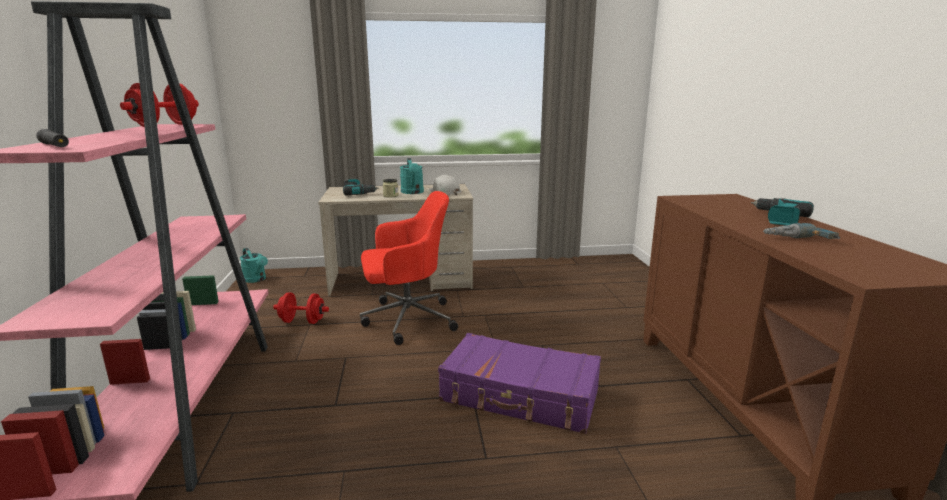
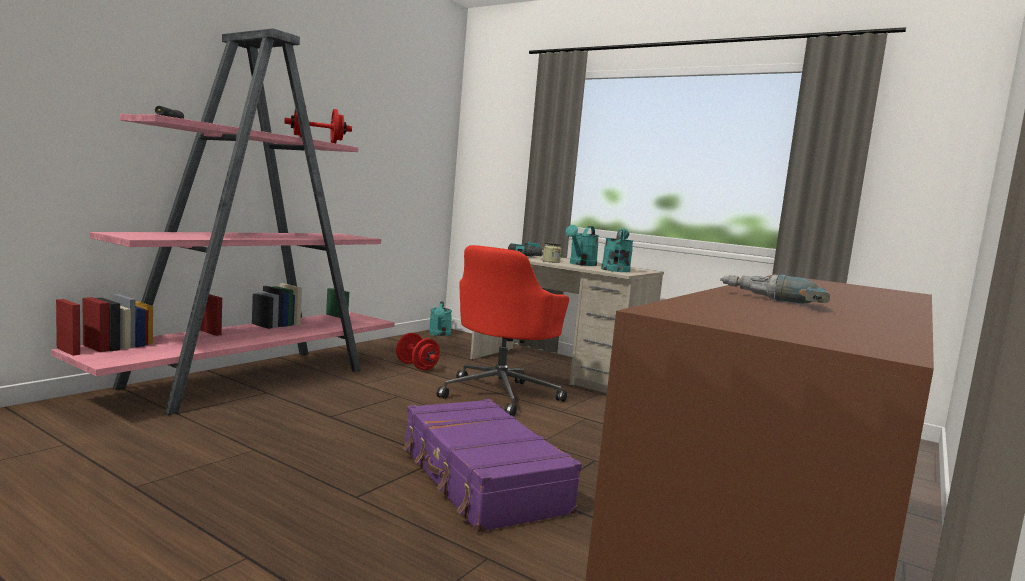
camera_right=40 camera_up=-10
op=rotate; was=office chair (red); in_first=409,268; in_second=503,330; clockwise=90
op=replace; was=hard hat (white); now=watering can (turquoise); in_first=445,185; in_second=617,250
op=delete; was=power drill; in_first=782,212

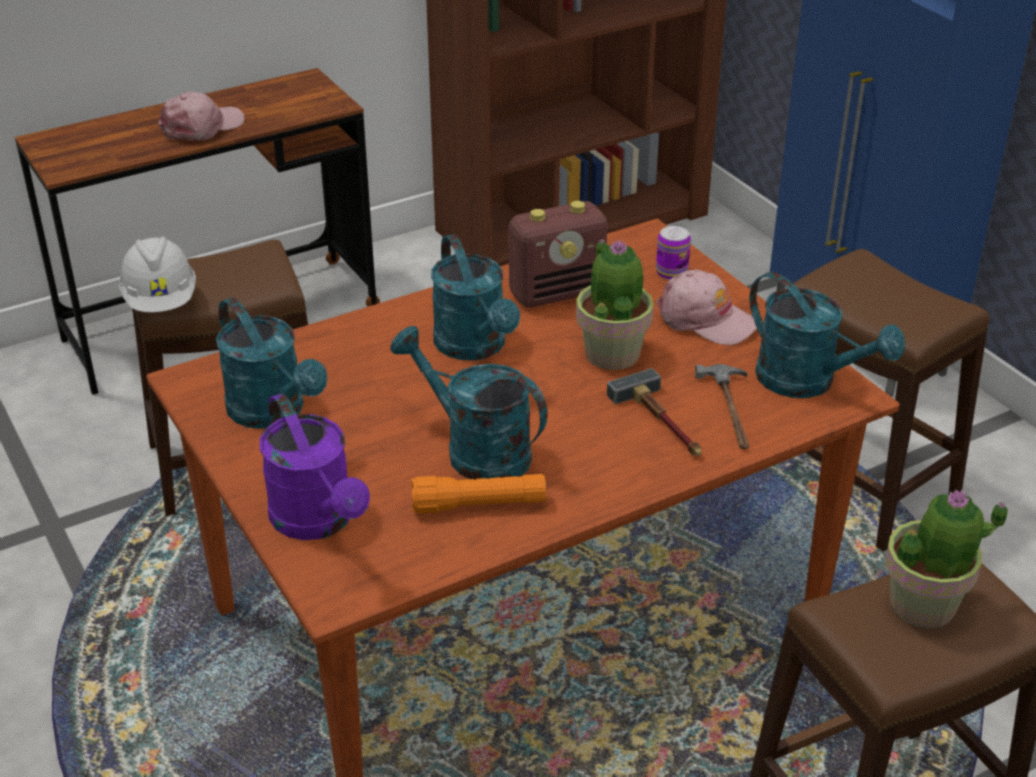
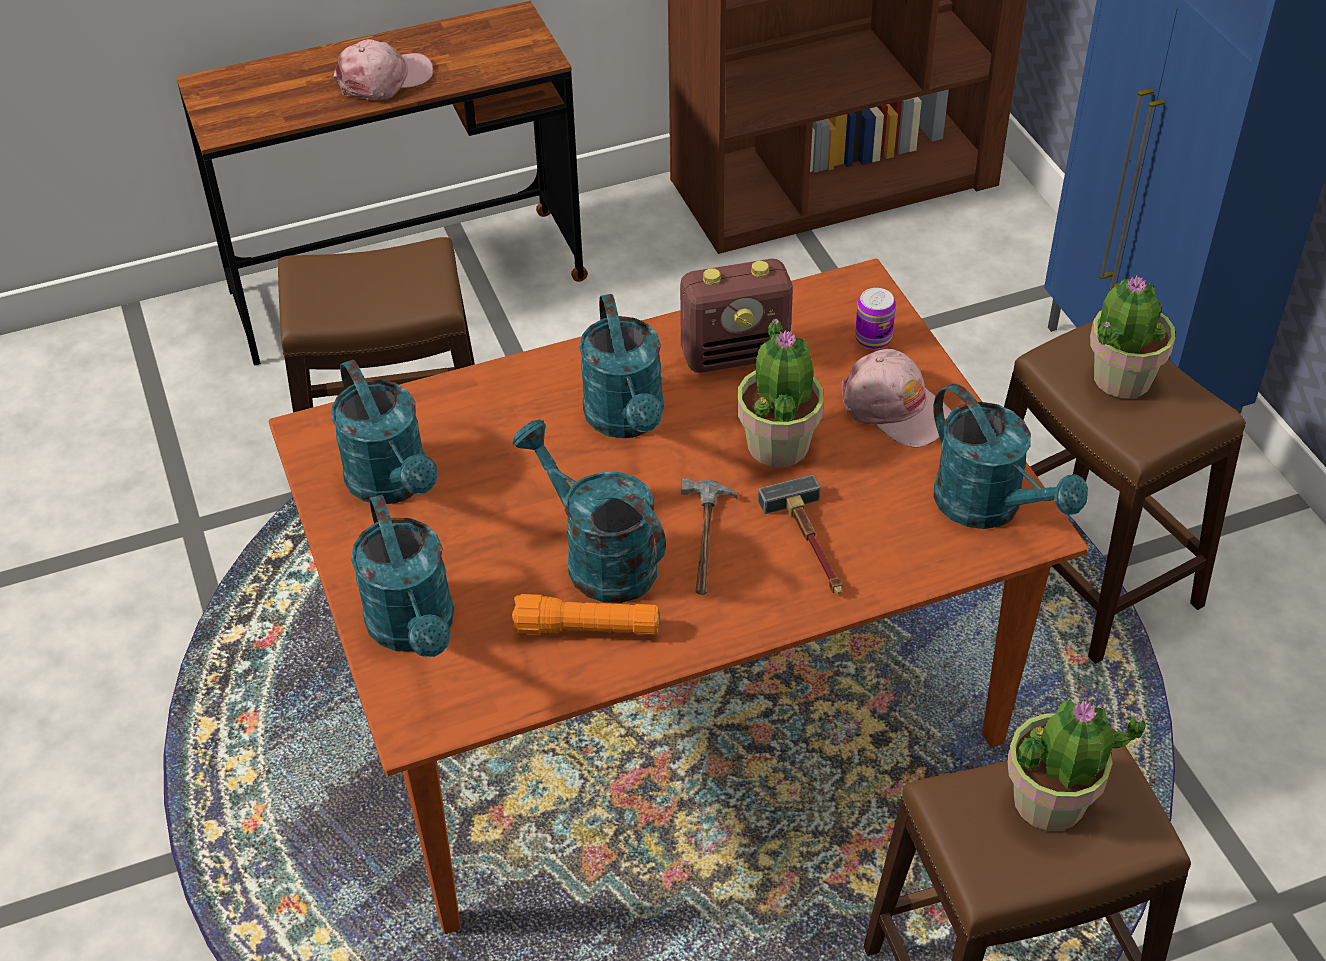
camera_right=10 camera_up=10
op=recolor; was=watering can (purple); now=watering can (turquoise); in_first=315,466; in_second=402,576
op=move; was=hammer; in_first=722,406; in_second=709,536
op=insert; now=potted plant; in_second=1132,337
op=delete; was=hard hat (white); in_first=157,274

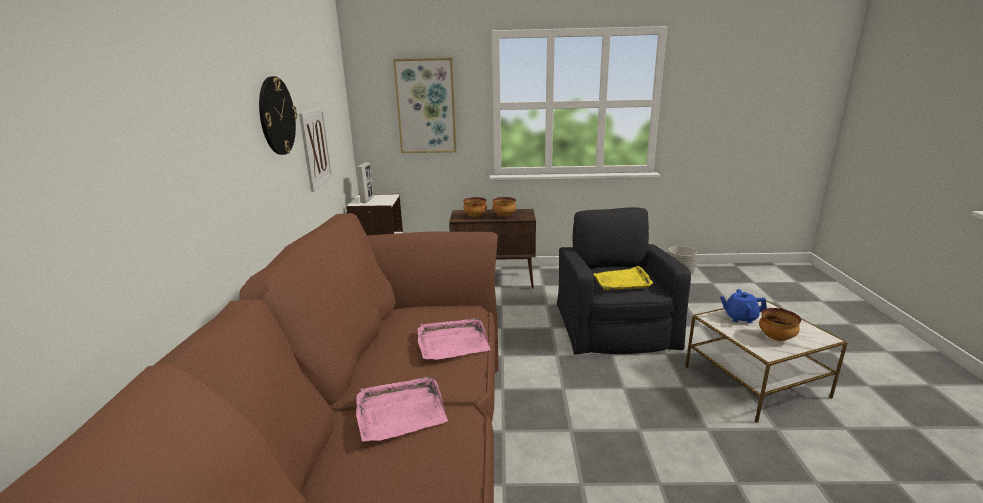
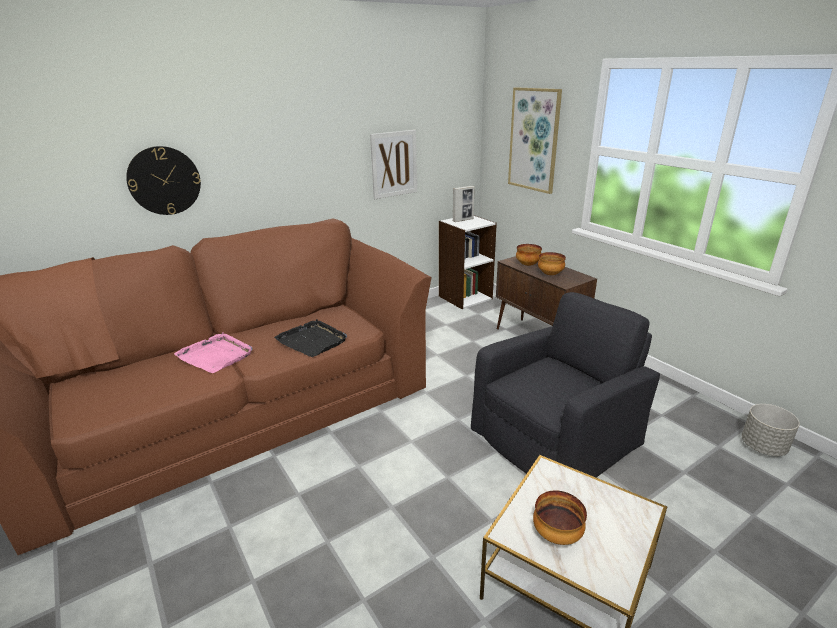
camera_right=55 camera_up=5
op=move; was=wall clock; in_first=278,115; in_second=163,180
op=recolor; was=tray (pink); now=tray (black); in_first=454,339; in_second=310,338
op=delete; was=tray (yellow); in_first=623,278
op=delete; was=teapot (blue); in_first=743,306

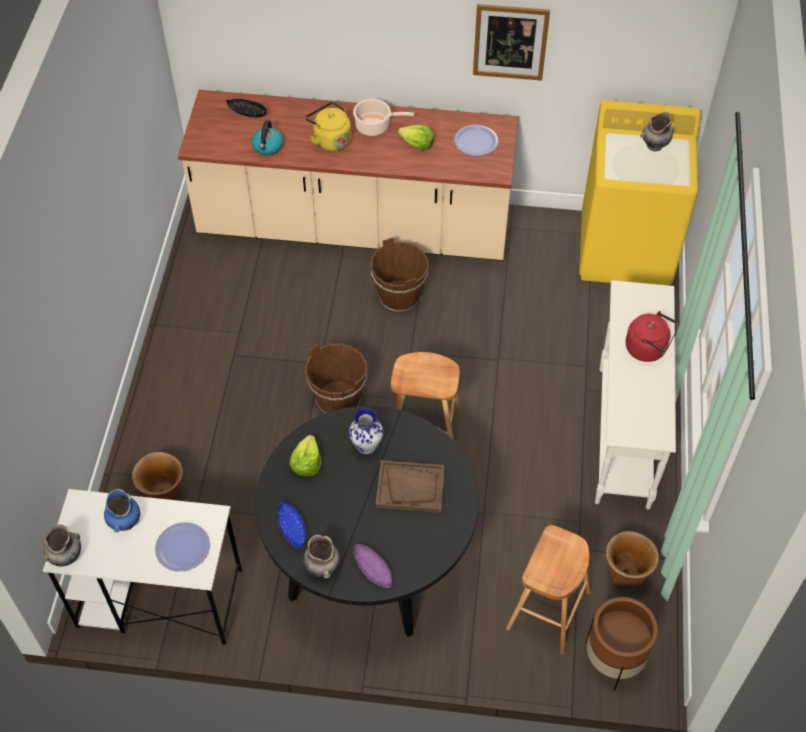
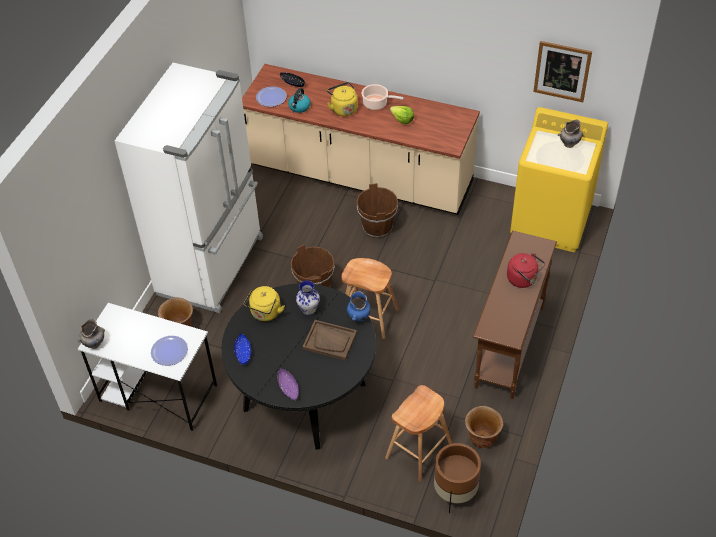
camera_right=15 camera_up=-5
op=insert; now=fridge (white); in_second=189,188
op=replace; was=lettuce; now=kettle (yellow); in_first=305,455; in_second=264,303
op=move; was=plate; in_first=476,140; in_second=271,97
op=move; was=vase (blue); in_first=122,511; in_second=359,306
op=recolor; was=console table (white); now=console table (brown); in_first=635,395; in_second=515,315
op=move; was=picture; in_first=511,42; in_second=562,71
op=delete; was=vase (grey); in_first=321,556

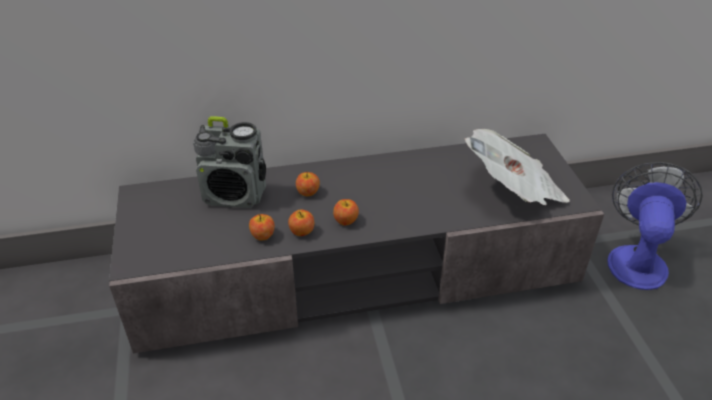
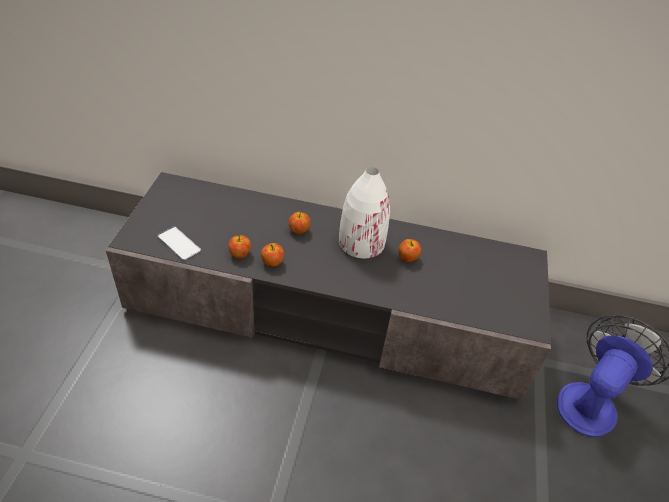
camera_right=20 camera_up=5
op=insert; now=phone; in_second=179,243
op=insert; now=vase (white); in_second=364,212
op=move; was=apple; in_first=346,212; in_second=409,250
op=delete; was=radio; in_first=229,162
op=delete; was=newspaper; in_first=517,167

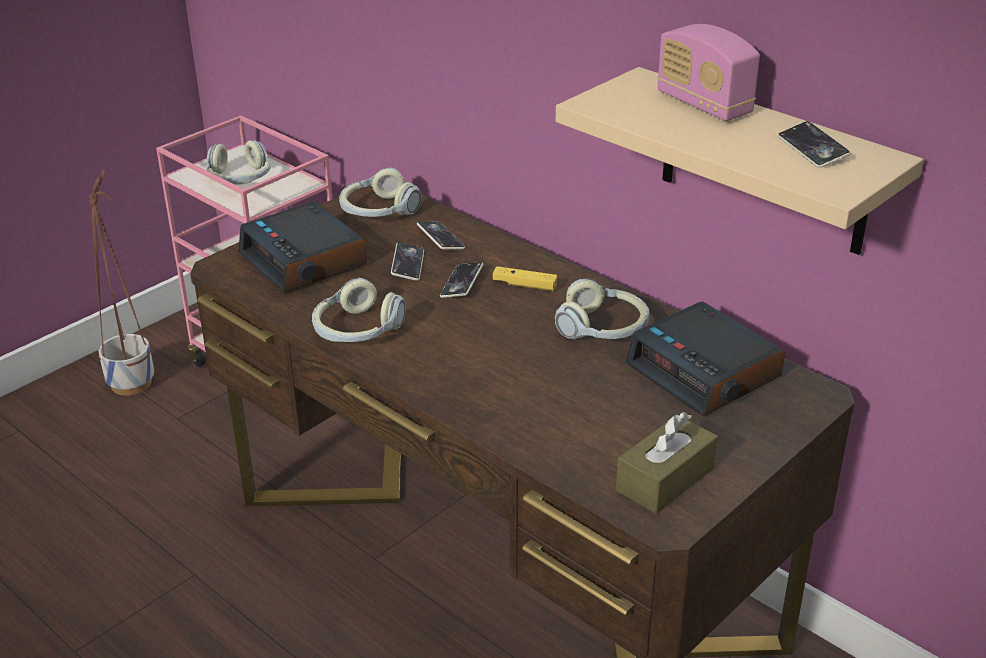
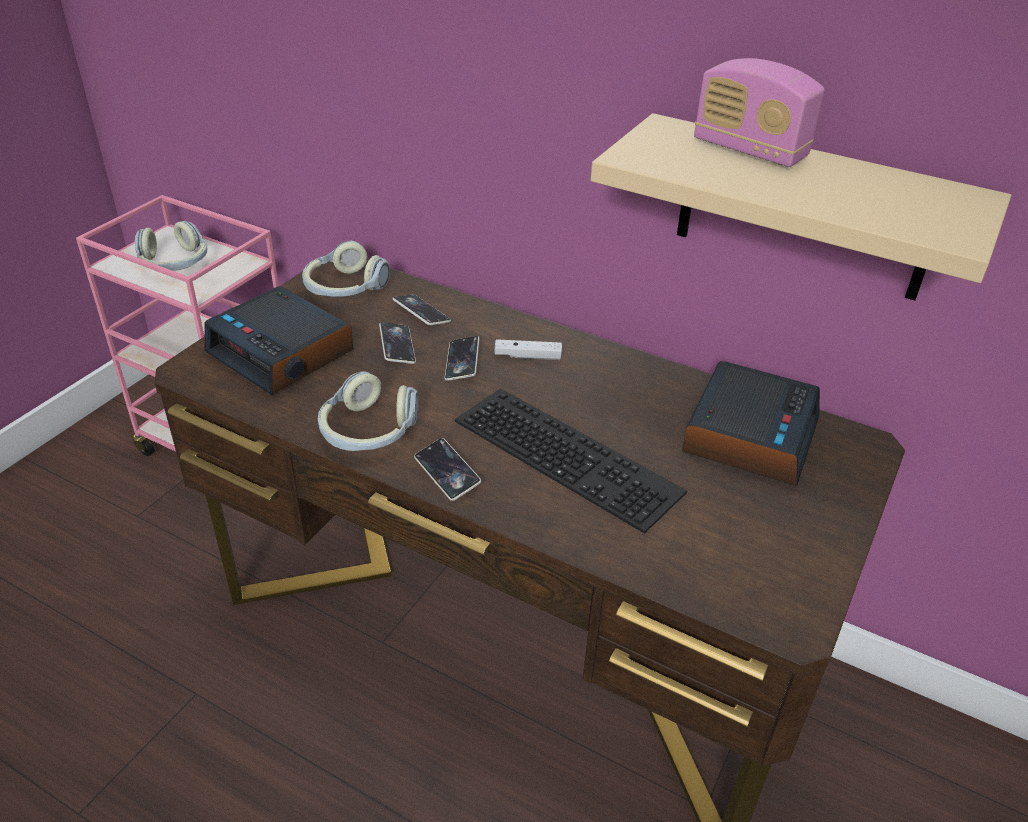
camera_right=-15 camera_up=5
op=move; was=phone; in_first=814,144; in_second=447,469
op=insert; now=keyboard; in_second=571,461
op=recolor; was=game controller (yellow); now=game controller (white); in_first=525,278; in_second=528,349
op=rotate; was=alarm clock; in_first=705,358; in_second=751,423; clockwise=-105
op=delete; was=planter; in_first=121,282
op=delete; was=headphones; in_first=602,308
op=delete; was=tissue box (brown); in_first=667,463

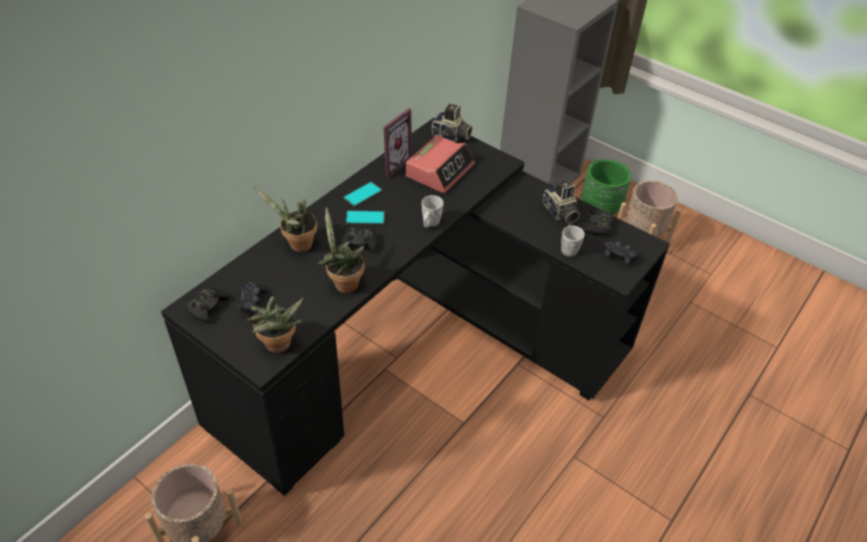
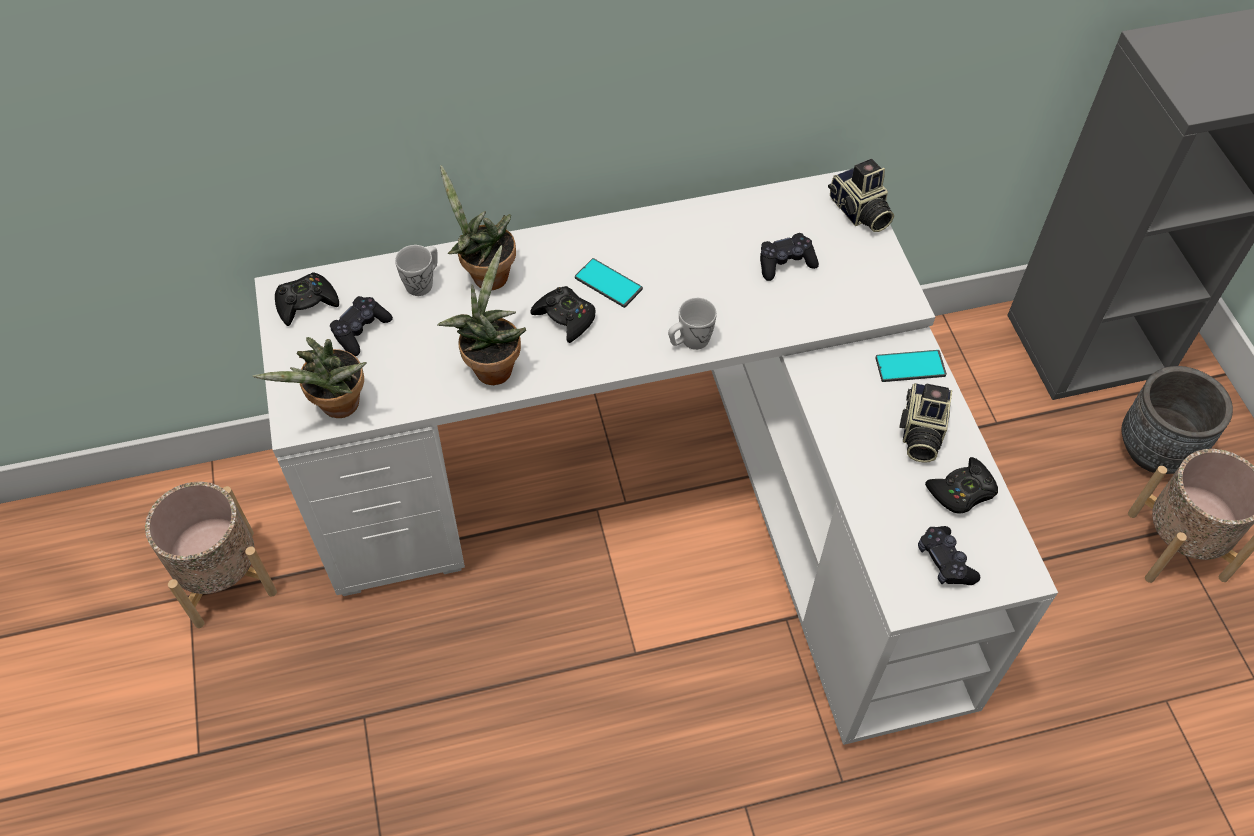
camera_right=40 camera_up=10
op=recolor; was=desk (black); now=desk (white); in_first=415,307; in_second=656,457
op=move; was=mug (white); in_first=573,241; in_second=416,270
op=replace; was=alarm clock; now=game controller (black); in_first=440,164; in_second=789,257
op=move; was=phone; in_first=363,194; in_second=911,366
op=recolor; was=planter (green); now=planter (grey); in_first=606,187; in_second=1177,420
op=delete; was=picture frame; in_first=397,143

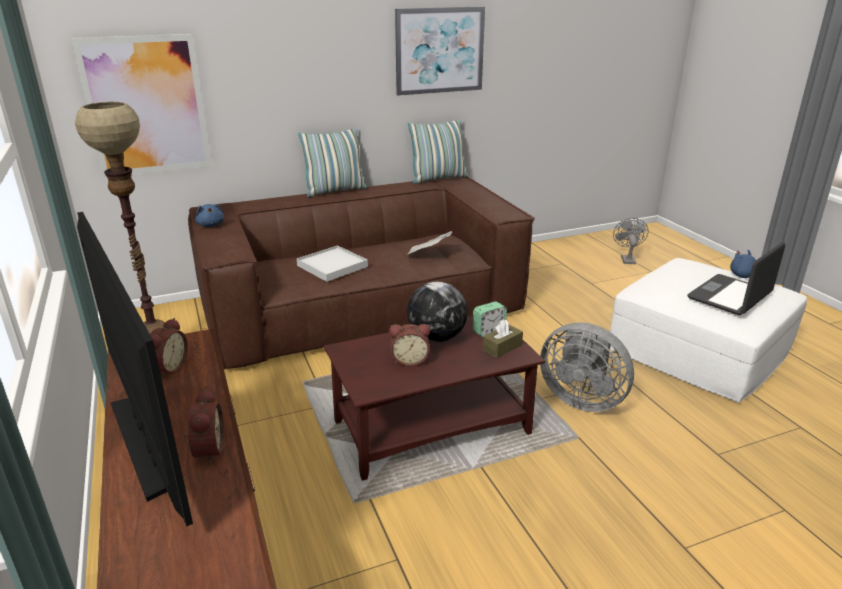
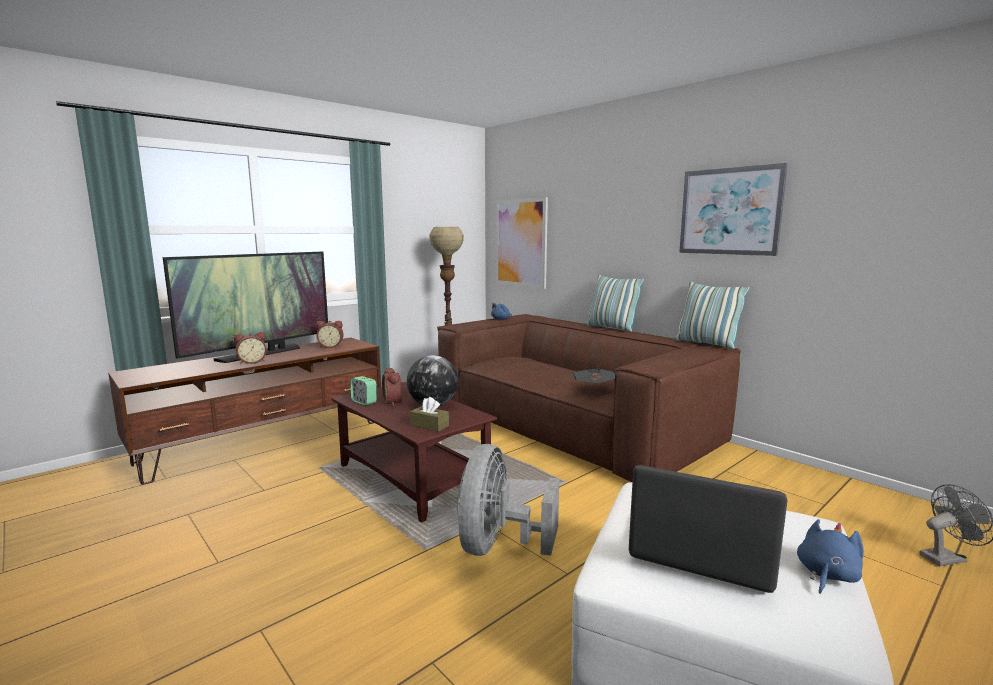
camera_right=70 camera_up=-15
op=move; was=alarm clock; in_first=490,319; in_second=363,390
op=delete; was=tray (white); in_first=332,263

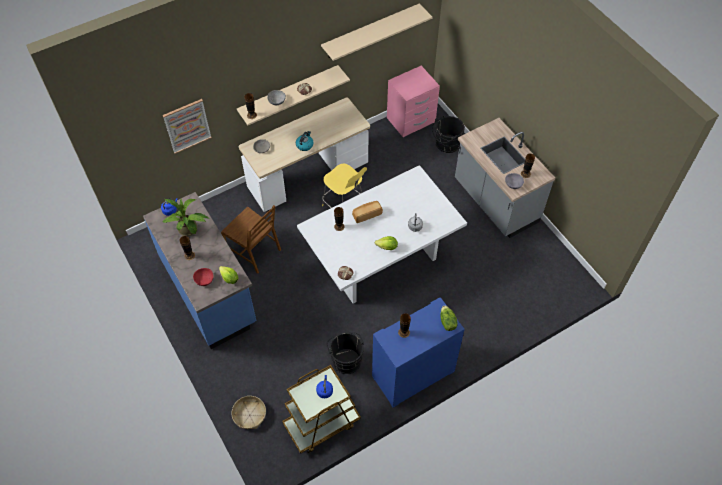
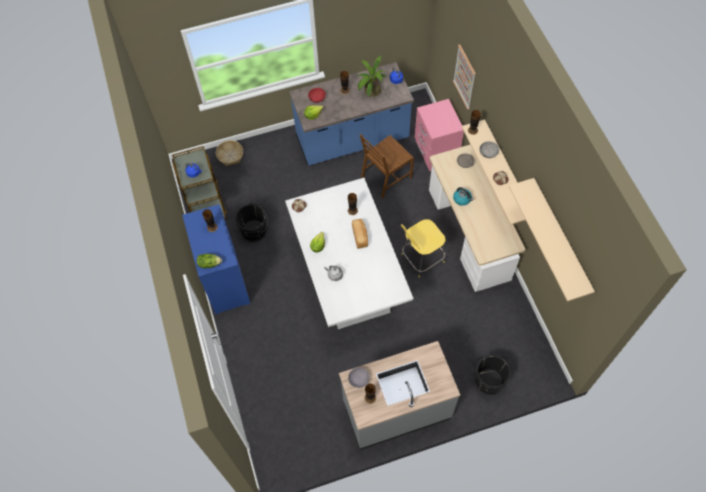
camera_right=105 camera_up=5
op=move; was=nightstand (pink); in_first=413,101; in_second=439,135

